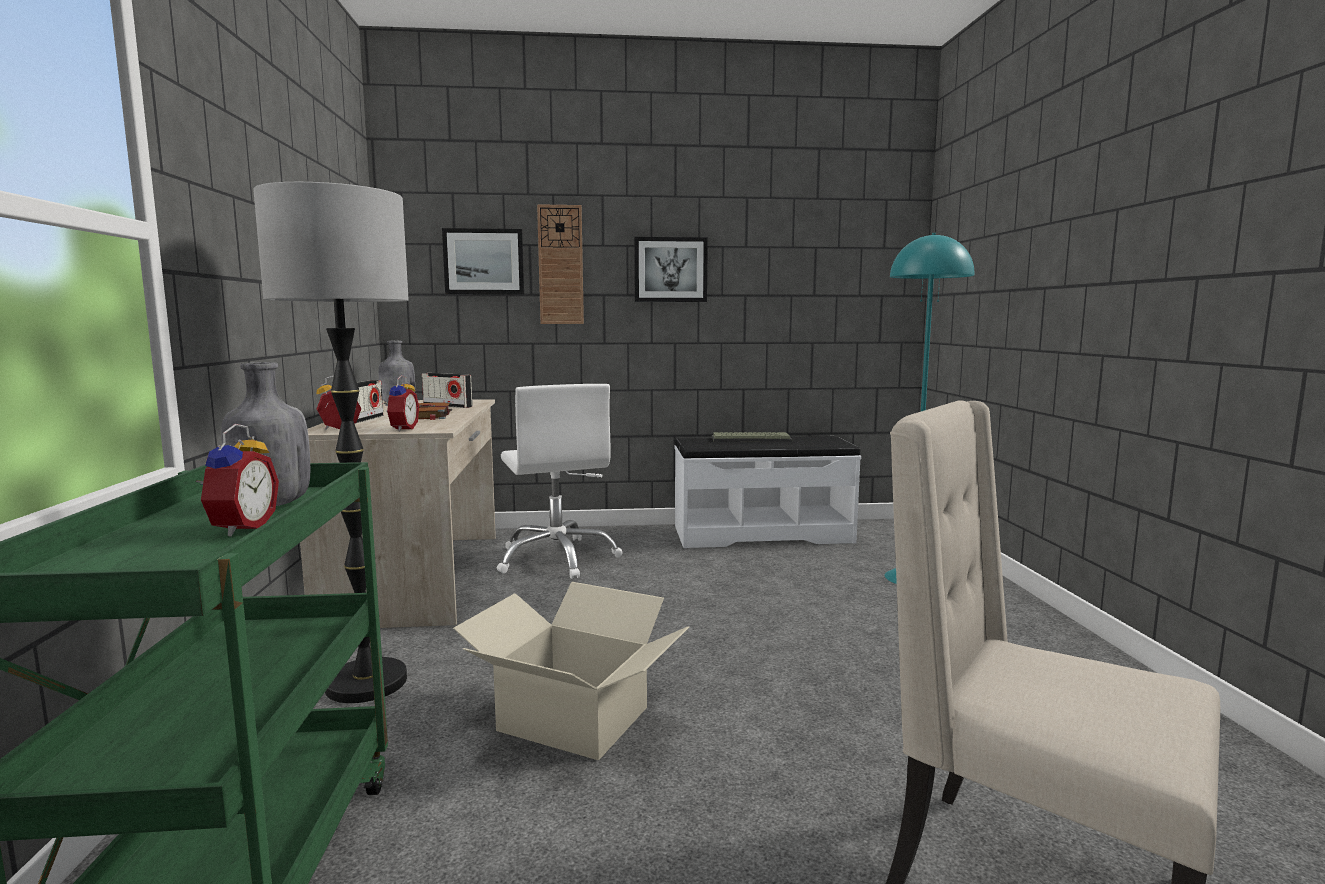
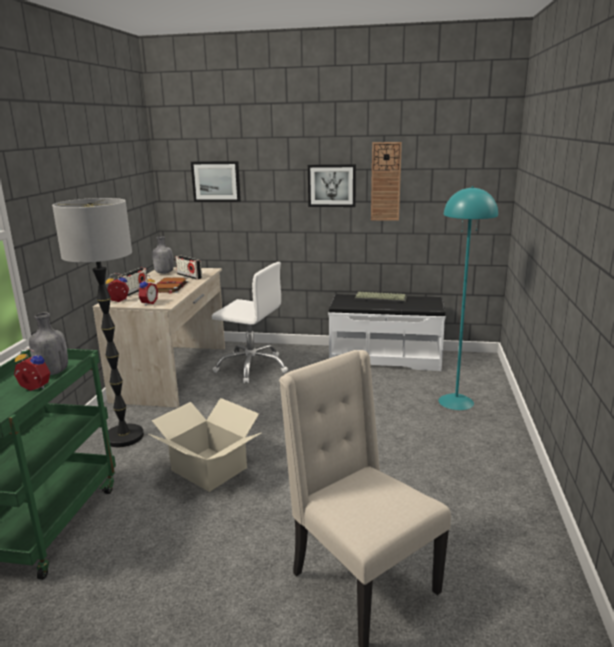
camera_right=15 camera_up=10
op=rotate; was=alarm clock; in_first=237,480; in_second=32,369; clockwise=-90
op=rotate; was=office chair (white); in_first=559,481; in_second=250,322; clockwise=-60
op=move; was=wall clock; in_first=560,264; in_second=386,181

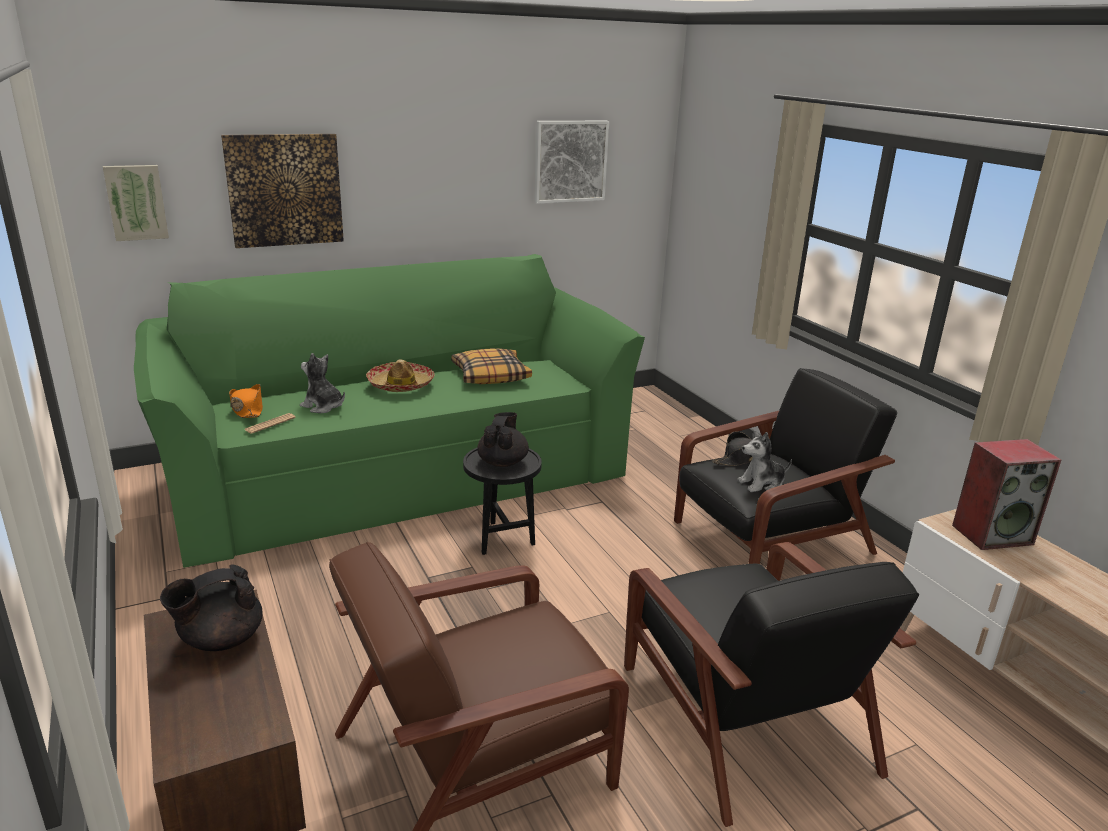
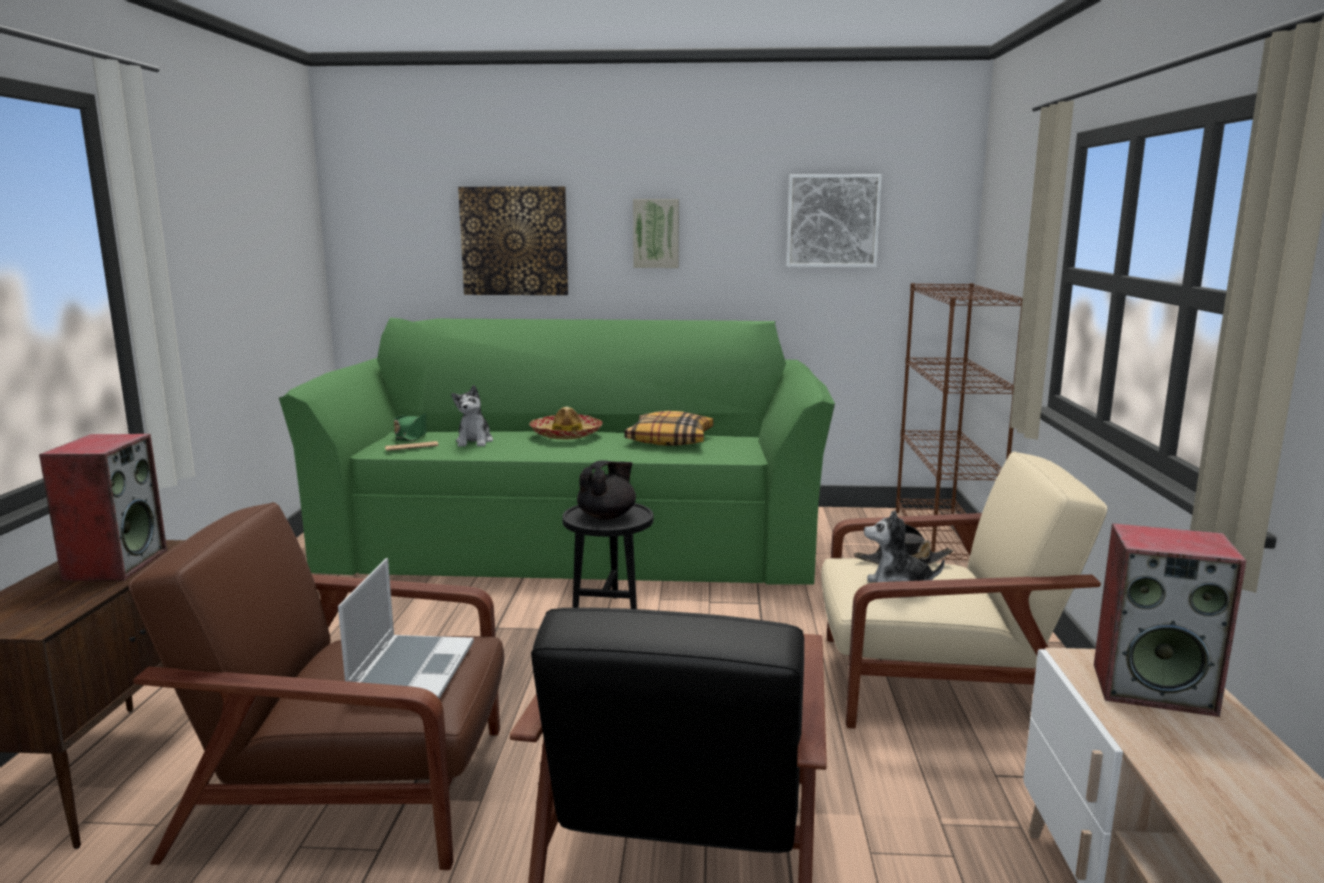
camera_right=30 camera_up=-10
op=replace; was=teapot (black); now=speaker; in_first=211,607; in_second=103,507
op=insert; now=laptop; in_second=406,628
op=recolor; was=hat (orange); now=hat (green); in_first=246,401; in_second=410,427
op=rotate; was=plush toy; in_first=322,383; in_second=472,416; clockwise=-150
op=move; was=picture; in_first=136,203; in_second=656,233
op=recolor; was=armchair (black); now=armchair (beige); in_first=785,466; in_second=964,589
op=insert; now=bookcase (brown); in_second=959,421

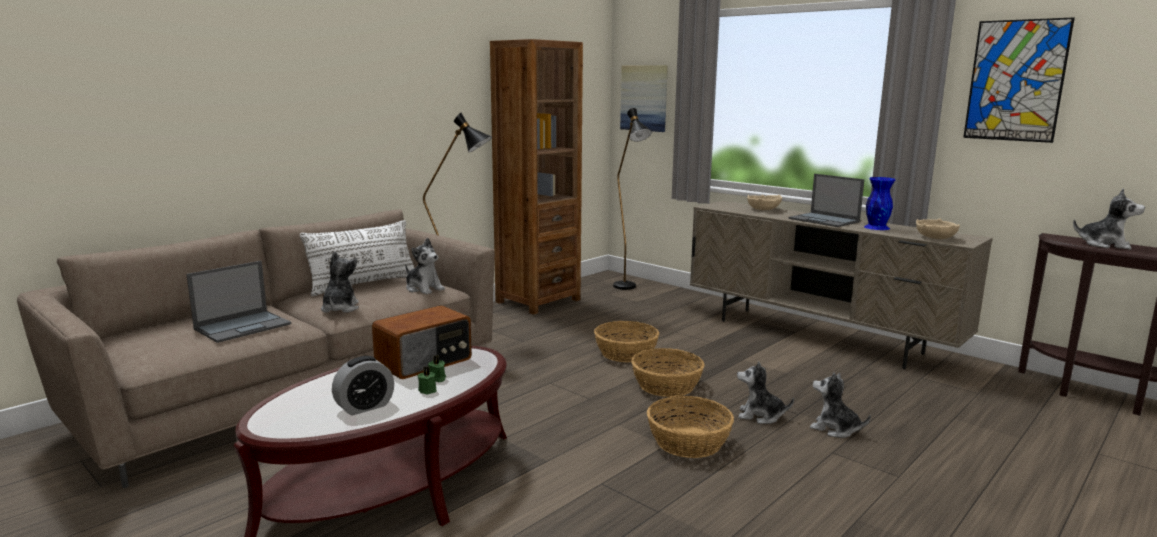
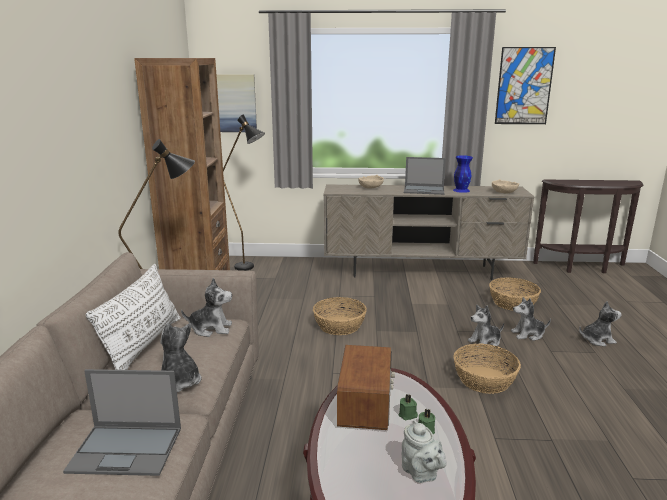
camera_right=-40 camera_up=5
op=rotate; was=laptop; in_first=238,302; in_second=122,422; clockwise=90
op=replace; was=alarm clock; now=teapot (grey); in_first=363,386; in_second=424,451
op=move; was=basket; in_first=668,372; in_second=515,294
op=move; was=plush toy; in_first=1109,219; in_second=600,323

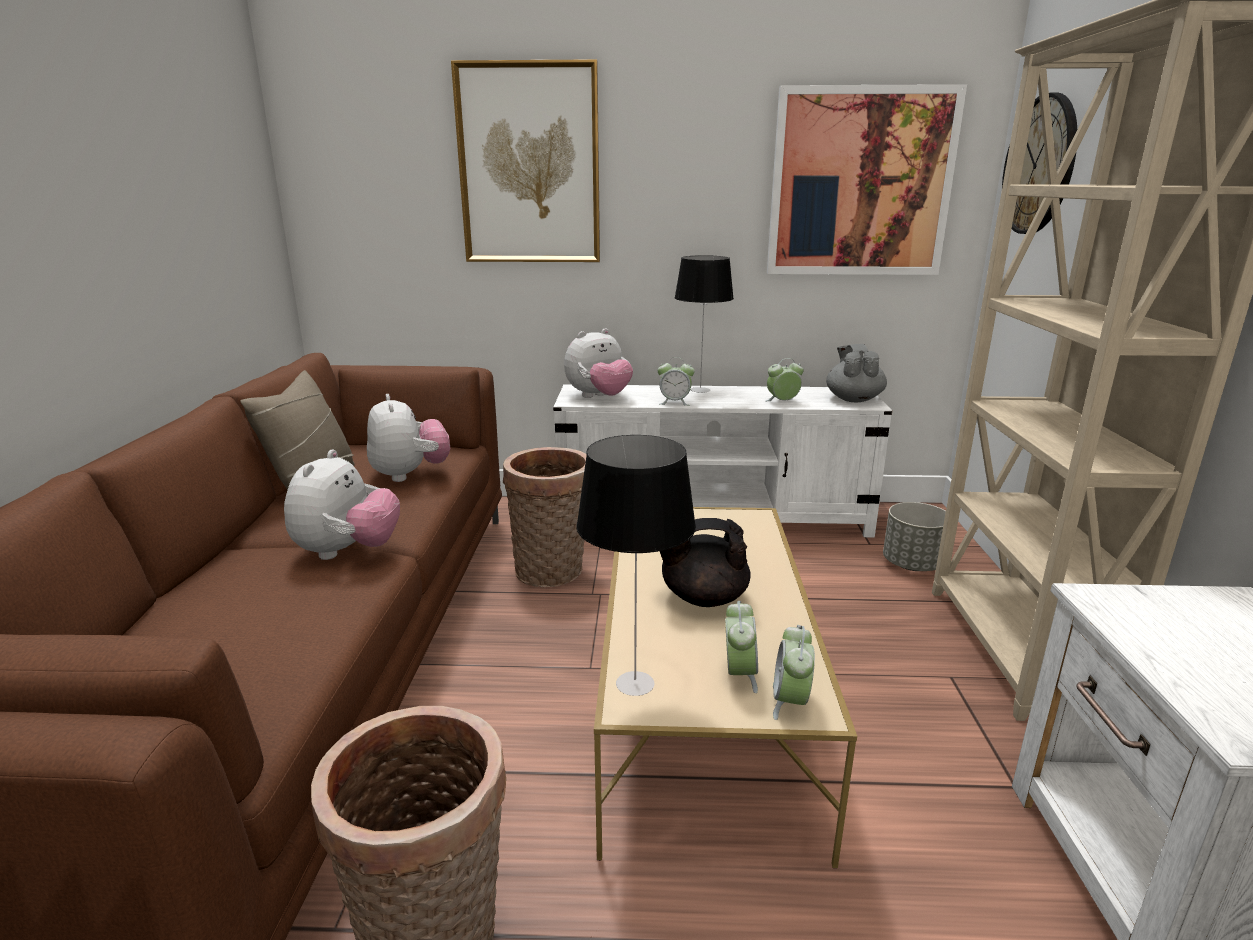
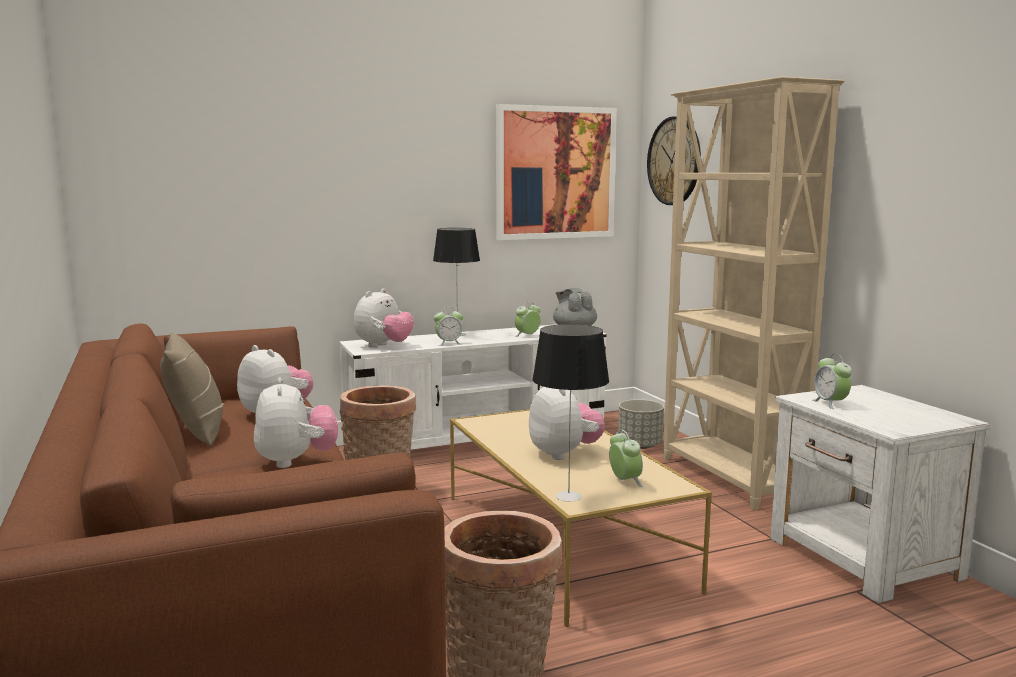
camera_right=-25 camera_up=-10
op=replace; was=teapot (black); now=plush toy; in_first=705,562; in_second=567,423
op=move; was=alarm clock; in_first=794,672; in_second=832,381
op=delete; was=picture; in_first=525,160

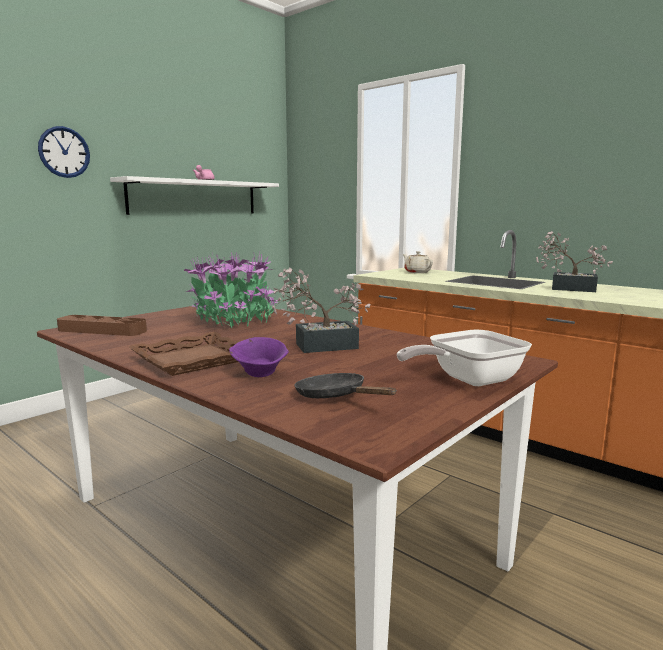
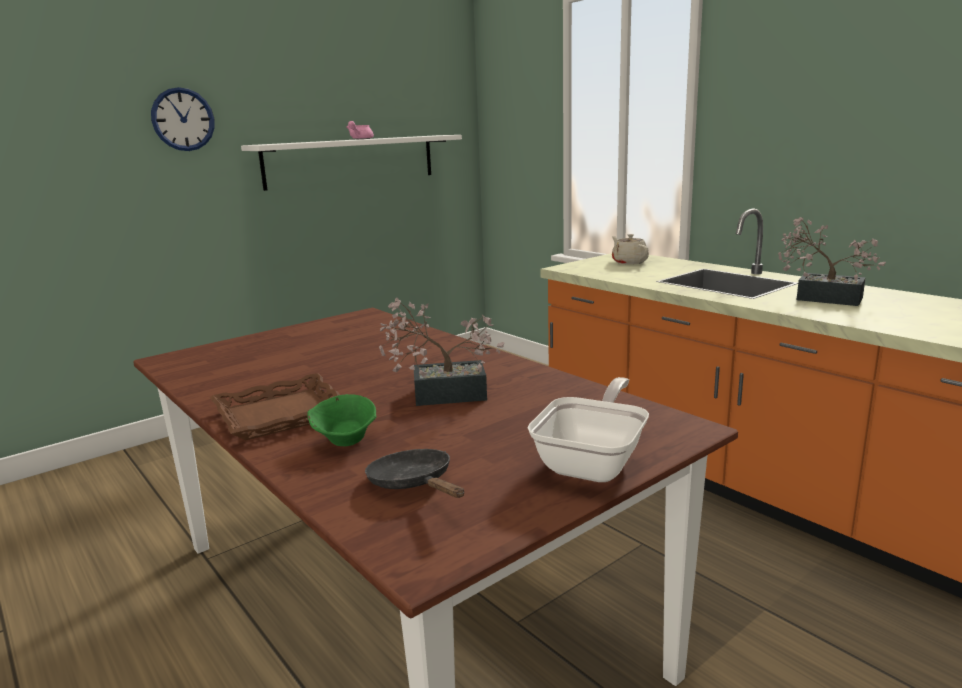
camera_right=10 camera_up=5
op=recolor; was=bowl (purple); now=bowl (green); in_first=259,357; in_second=341,420
op=rotate; was=frying pan; in_first=464,358; in_second=588,429; clockwise=135
op=delete; was=tray (brown); in_first=102,325
op=delete; was=potted plant; in_first=231,289

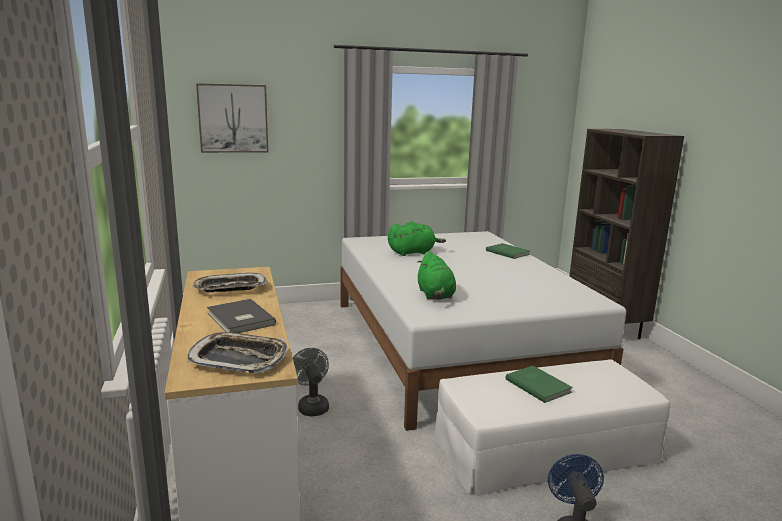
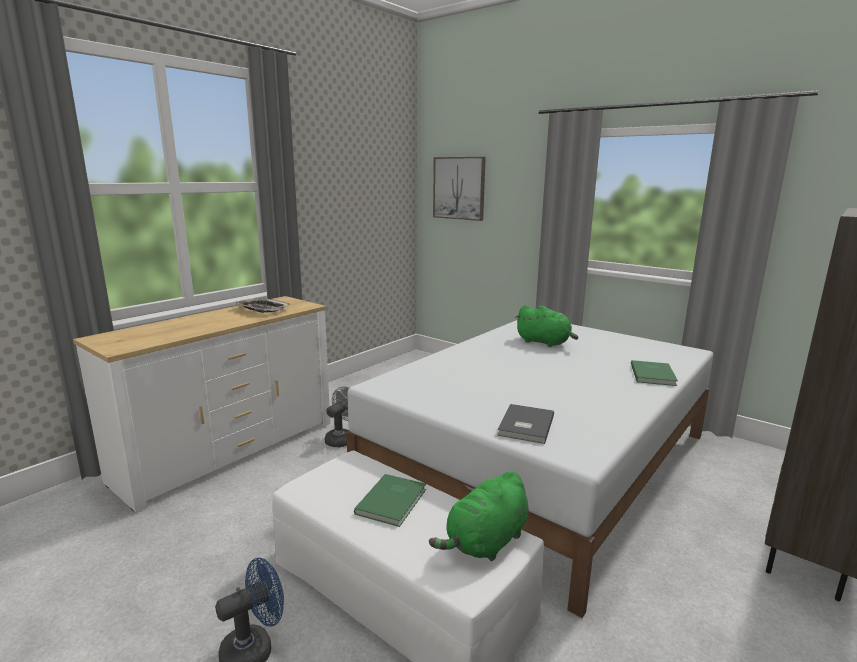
camera_right=55 camera_up=0
op=move; was=plush toy (green); in_first=436,276; in_second=479,516
op=move; was=book (grey); in_first=241,316; in_second=525,424
op=delete; was=tray; in_first=237,352

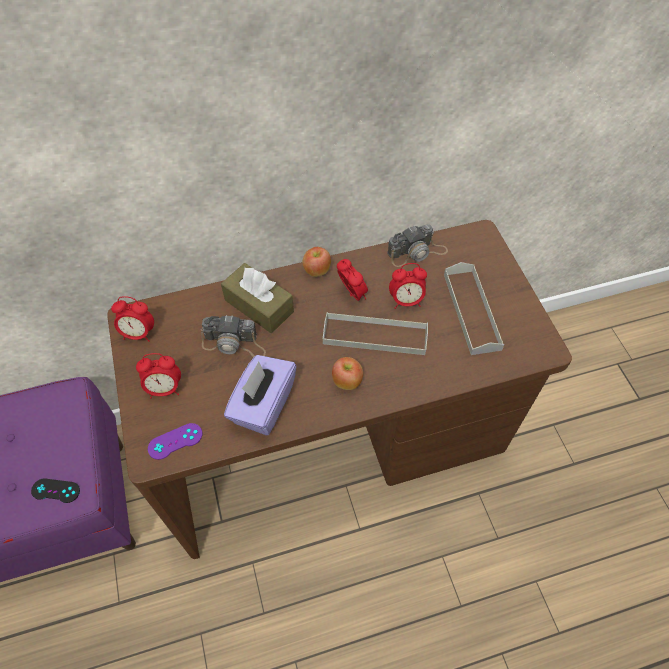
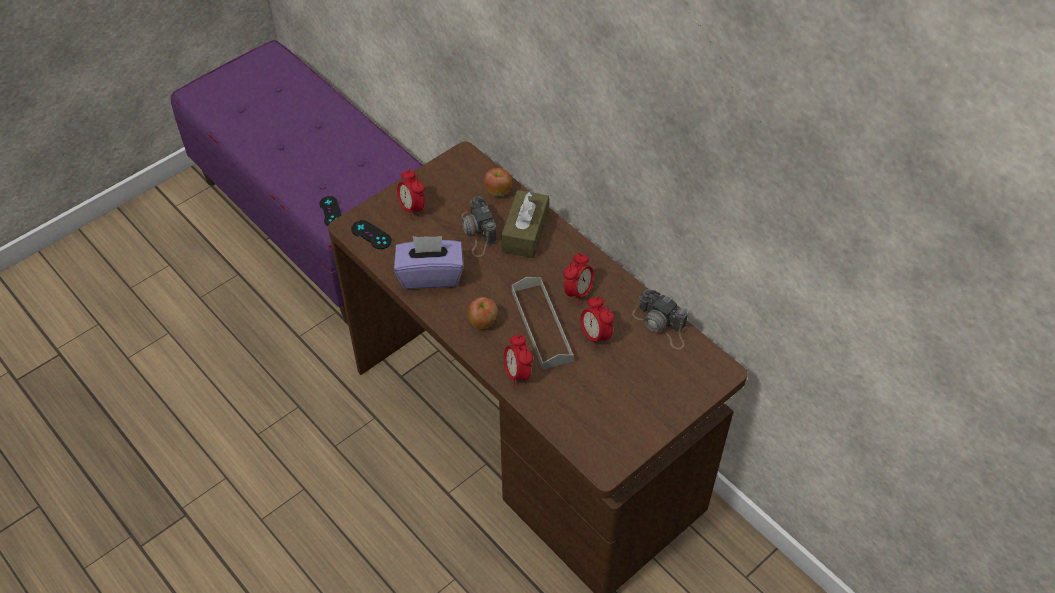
camera_right=65 camera_up=-5
op=recolor; was=game controller (purple); now=game controller (black); in_first=175,441; in_second=371,234
op=move; was=apple; in_first=317,262; in_second=498,182
op=move; was=alarm clock; in_first=132,319; in_second=518,361
op=delete; was=tray (grey); in_first=474,308

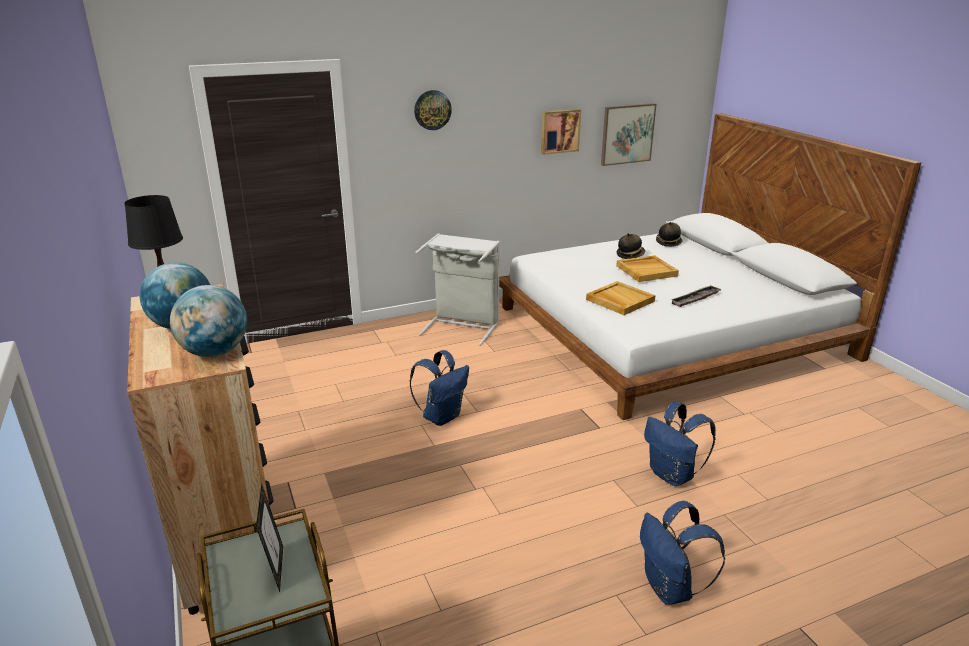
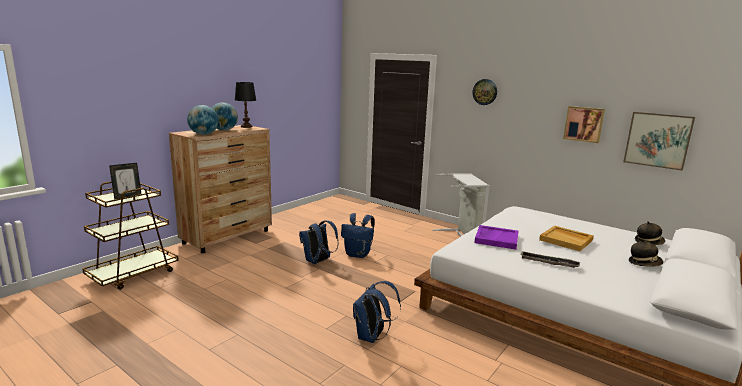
camera_right=60 camera_up=-10
op=move; was=backpack (blue); in_first=682,553; in_second=319,242
op=recolor; was=tray (beige); now=tray (purple); in_first=620,298; in_second=496,237
op=move; was=hat; in_first=631,246; in_second=646,253

